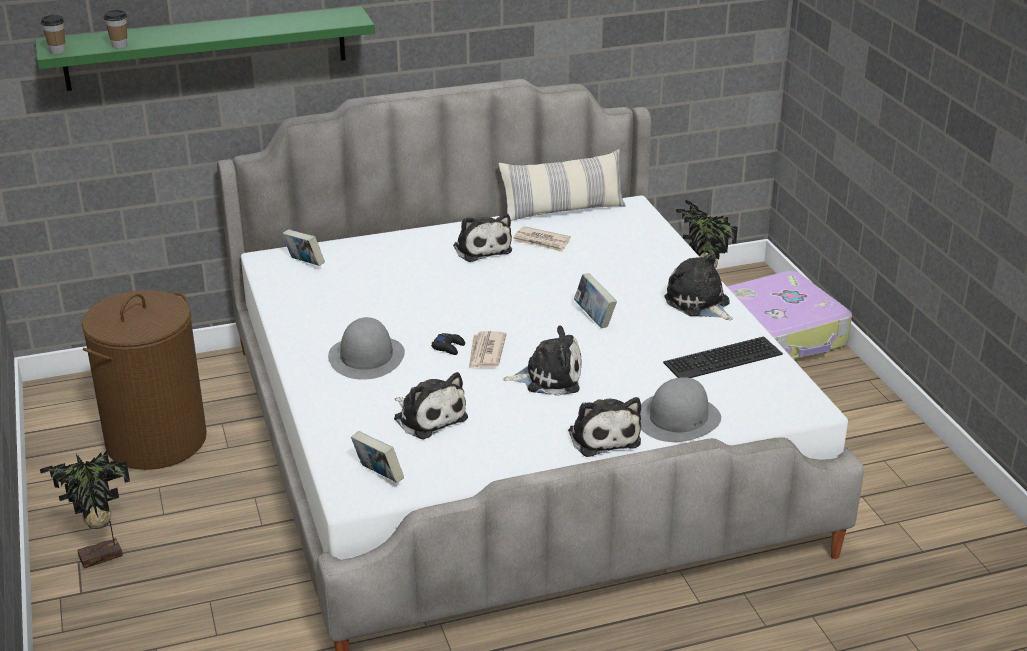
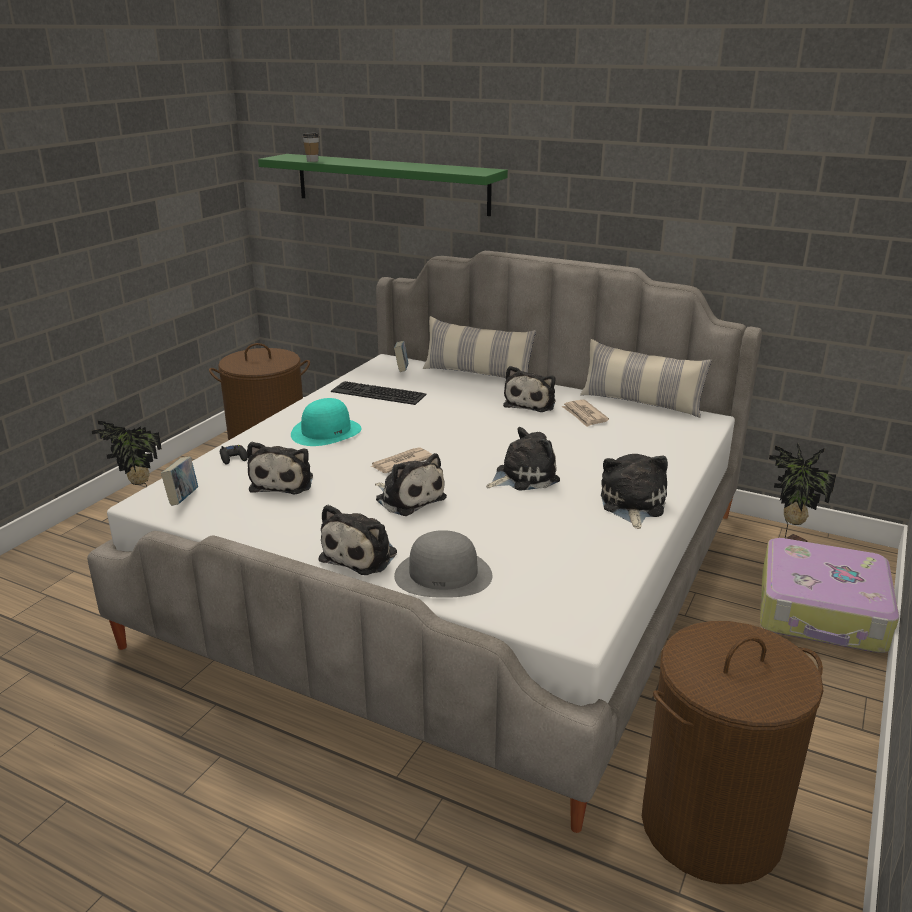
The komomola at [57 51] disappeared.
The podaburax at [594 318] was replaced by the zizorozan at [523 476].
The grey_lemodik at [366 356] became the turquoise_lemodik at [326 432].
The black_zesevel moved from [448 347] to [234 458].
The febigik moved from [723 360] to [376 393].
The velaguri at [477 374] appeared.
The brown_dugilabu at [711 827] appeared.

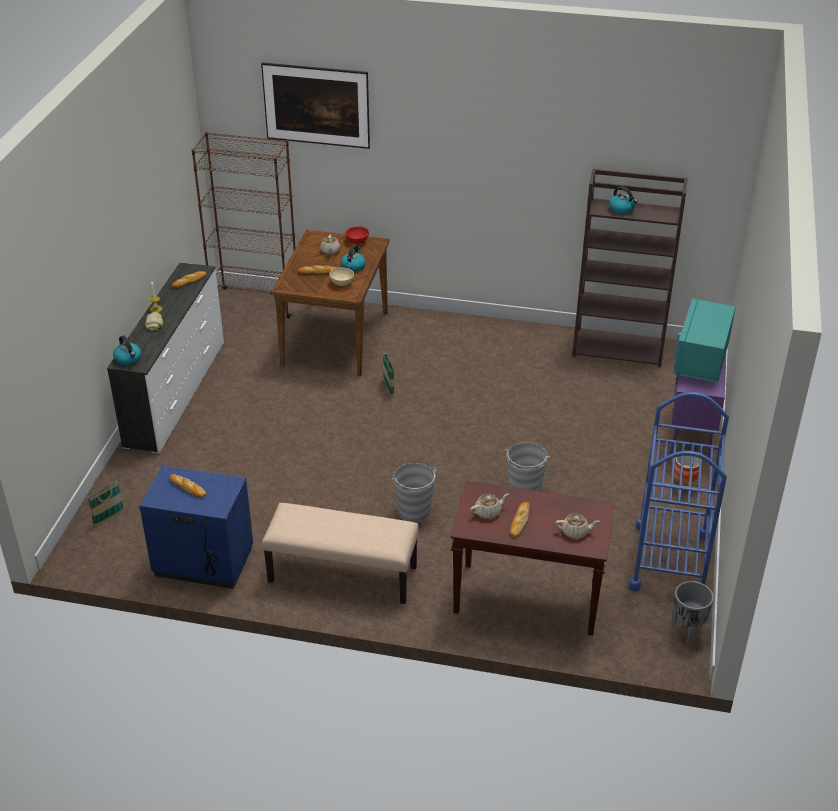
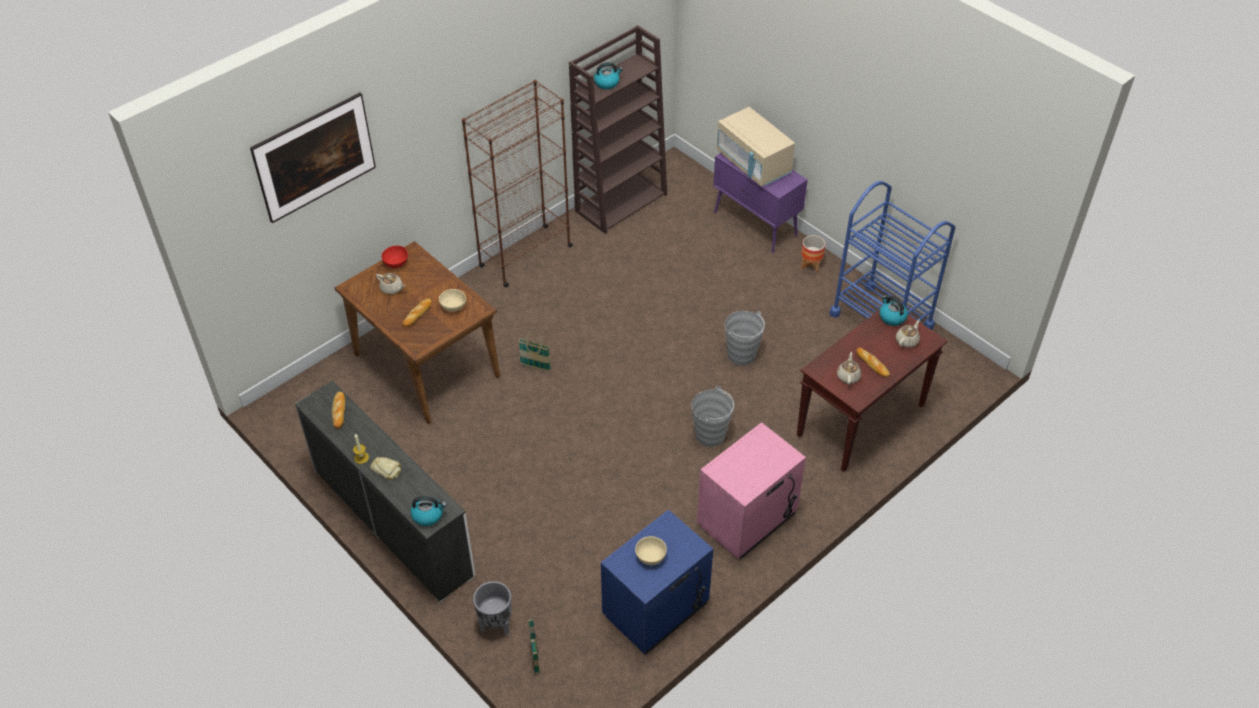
The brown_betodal moved from [255 302] to [525 256].
The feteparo moved from [353 266] to [892 317].
The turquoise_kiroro at [701 359] became the beige_kiroro at [753 164].
The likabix at [188 488] was replaced by the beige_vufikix at [649 557].
The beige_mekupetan at [342 575] was replaced by the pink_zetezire at [747 520].
The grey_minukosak moved from [687 631] to [495 624].

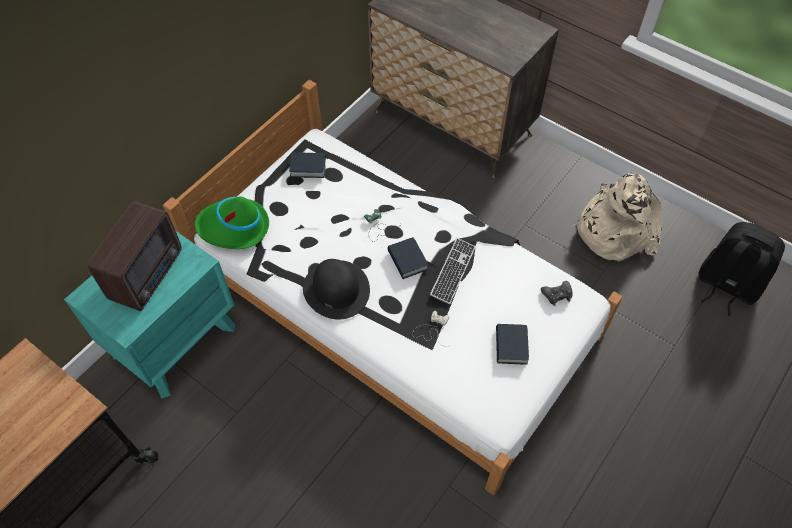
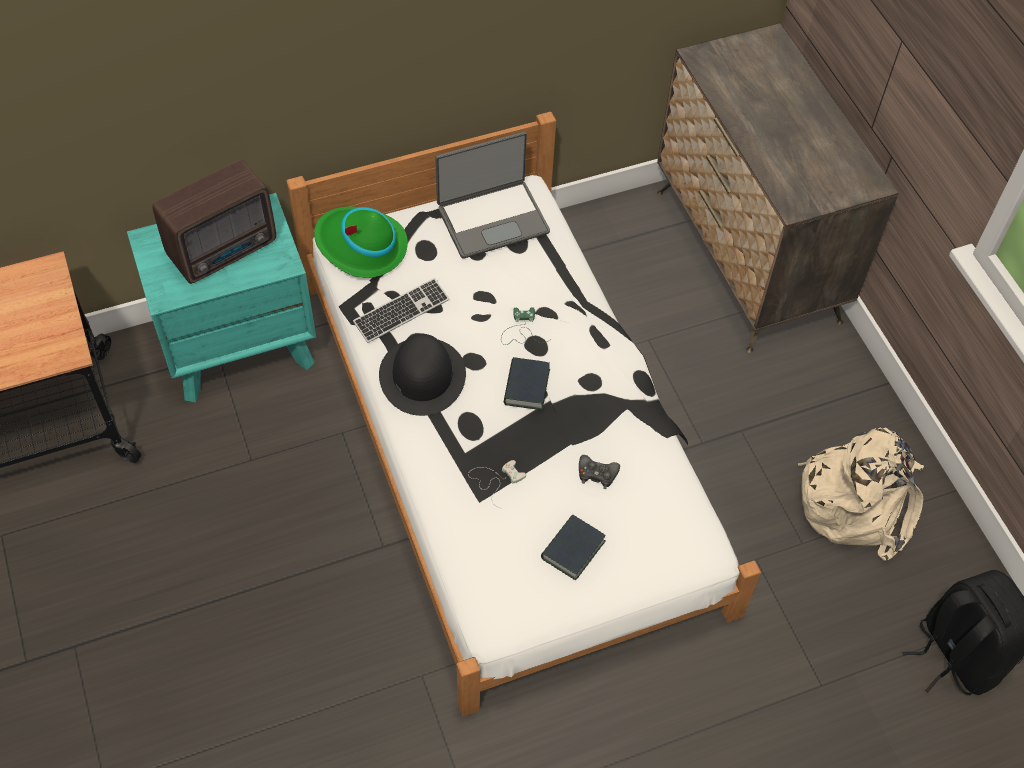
The podaburax at [308 167] was replaced by the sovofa at [492 219].
The febigik moved from [453 271] to [401 312].
The black_zesevel moved from [557 295] to [597 474].

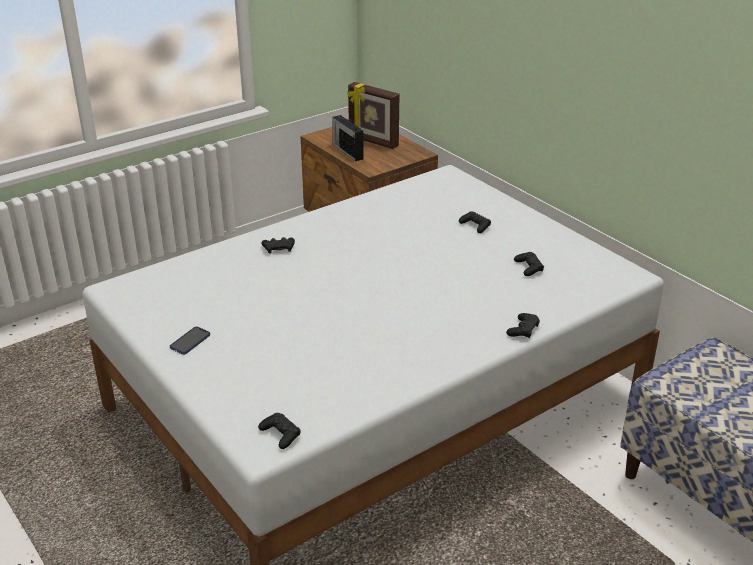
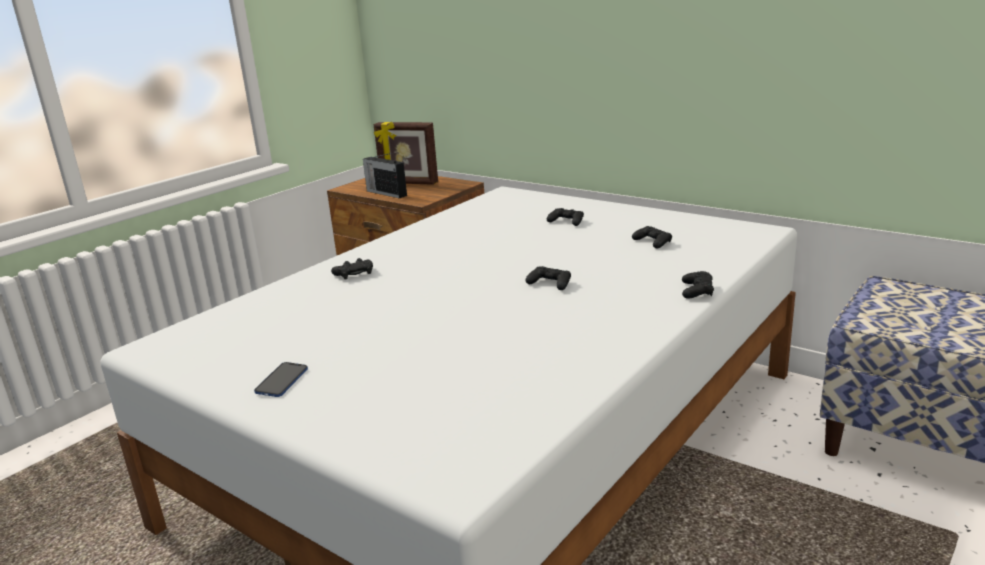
The black_zesevel moved from [280 434] to [550 283].

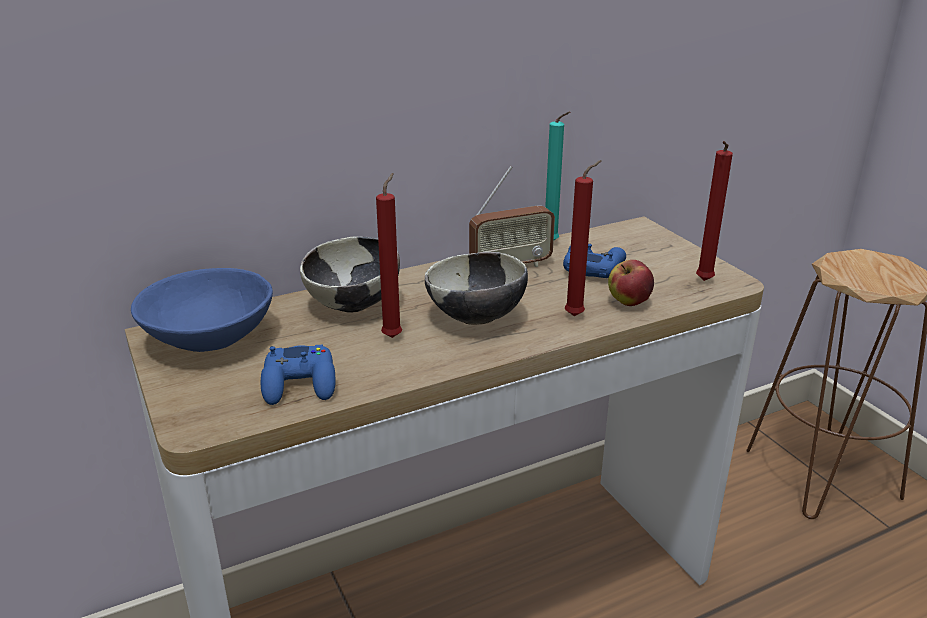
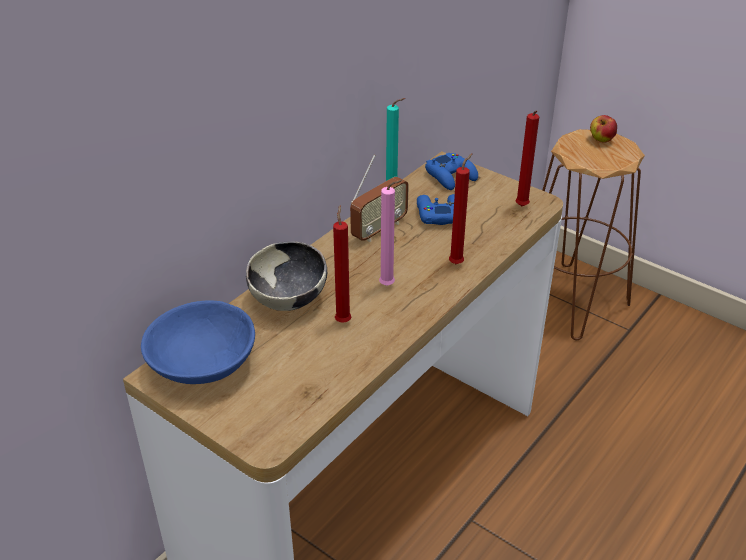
The vufikix at [476 318] was replaced by the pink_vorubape at [389 286].
The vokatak moved from [628 302] to [601 140].
The blue_zesevel moved from [300 383] to [451 176].

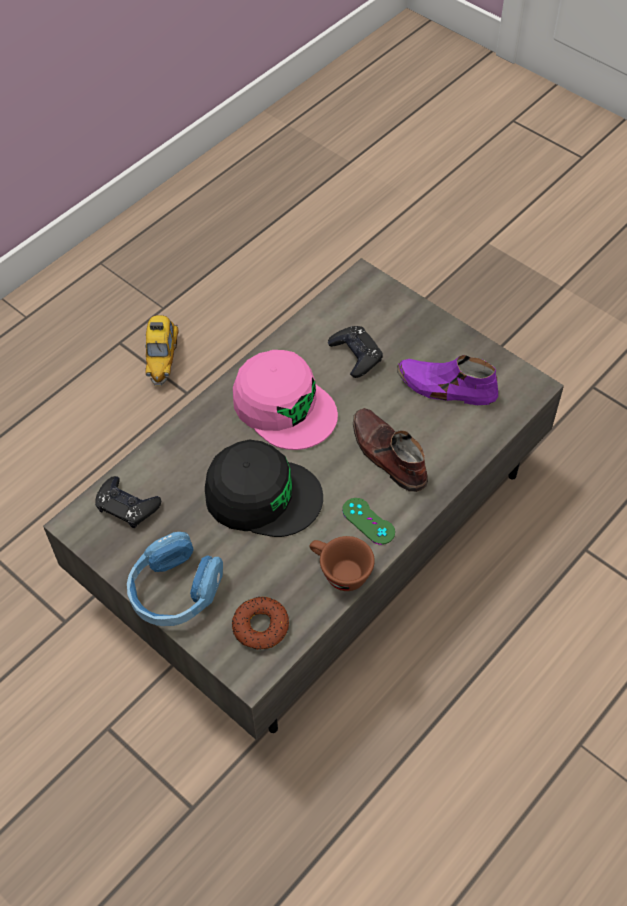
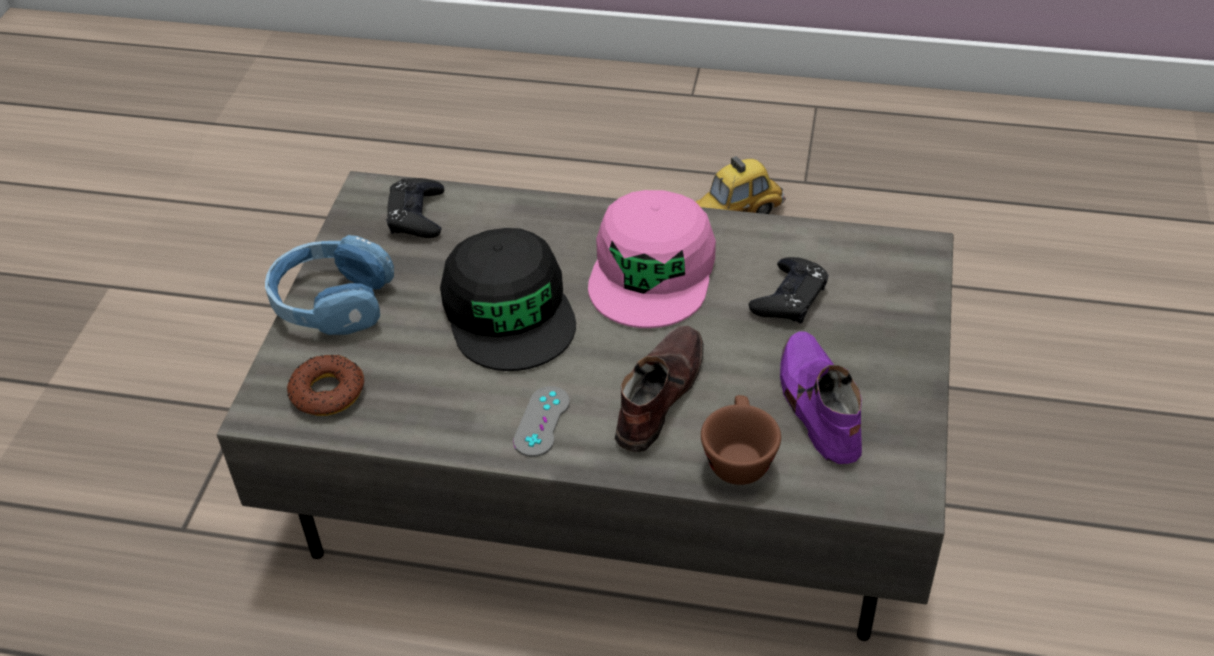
The green_zesevel at [368 521] became the grey_zesevel at [542 421].
The brown_komomola moved from [339 572] to [737 456].

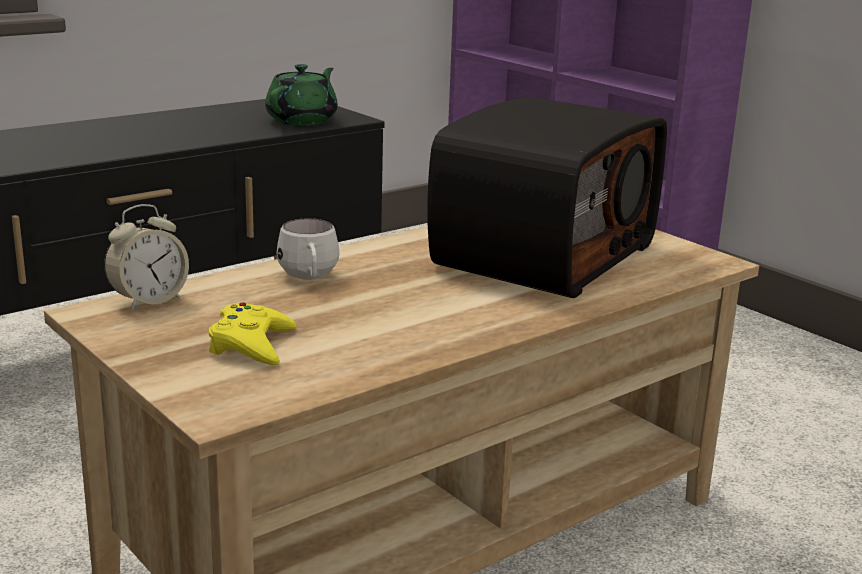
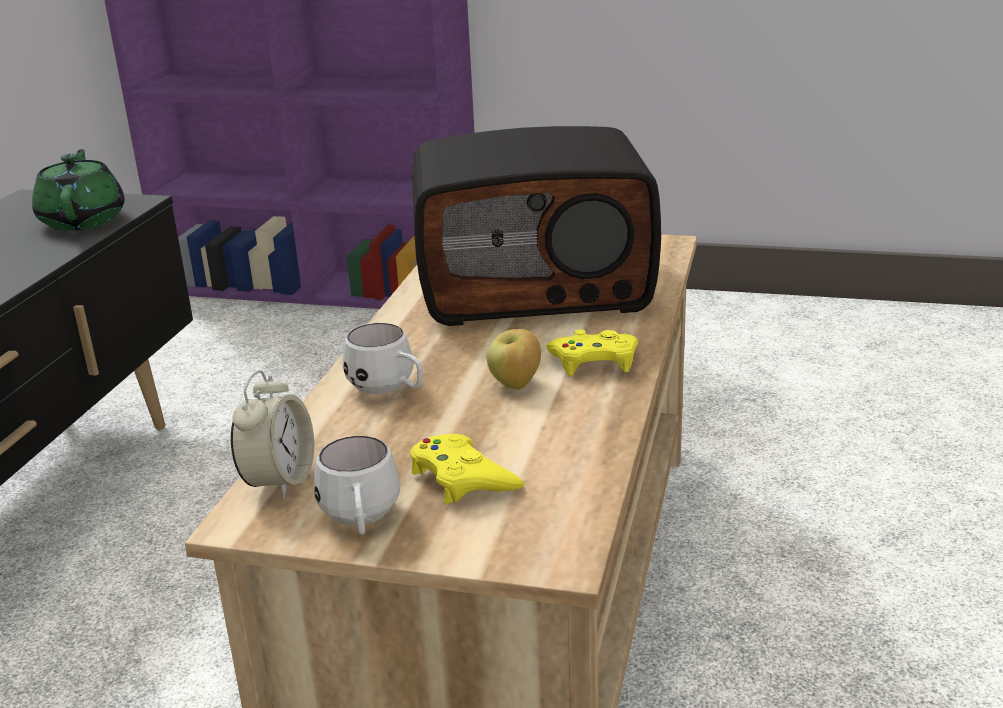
The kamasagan at [541 254] turned 90 degrees clockwise.
The vokatak at [516 384] appeared.
The yellow_zesevel at [594 361] appeared.
The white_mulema at [361 522] appeared.

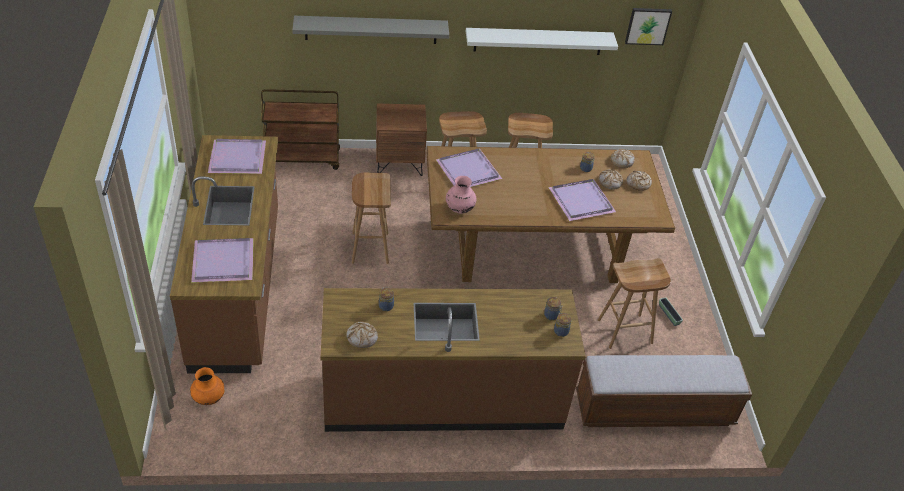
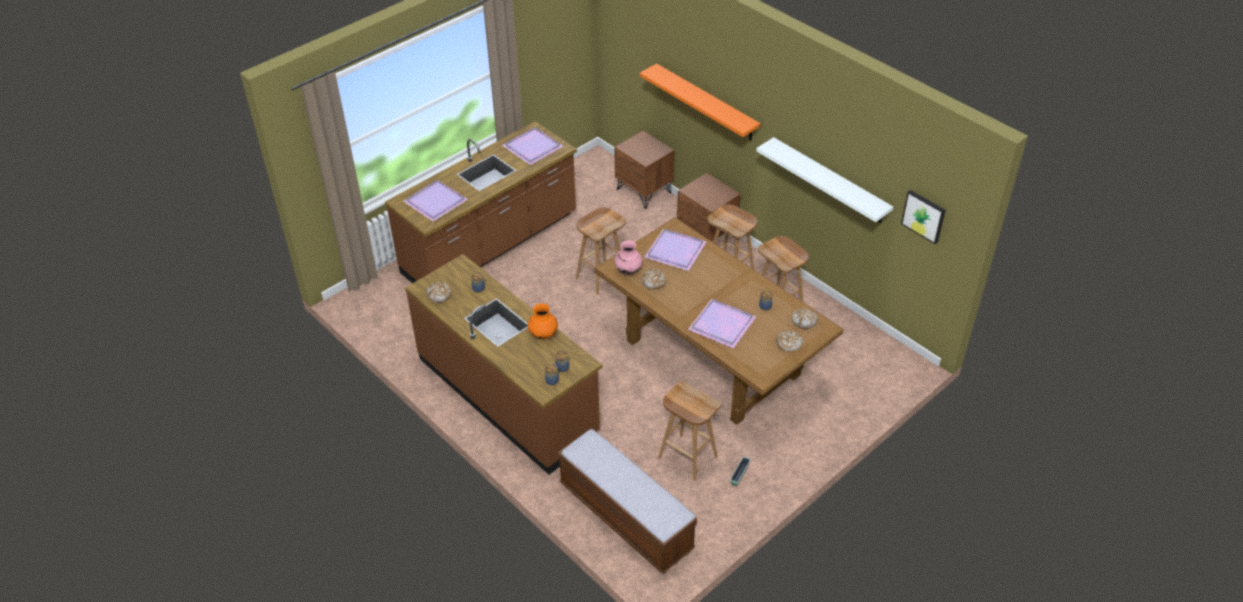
The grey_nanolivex at [371 29] became the orange_nanolivex at [706 102].
The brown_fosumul at [302 159] was replaced by the brown_zetezire at [644 191].
The likabix moved from [610 182] to [654 282].
The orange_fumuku moved from [209 398] to [543 335].

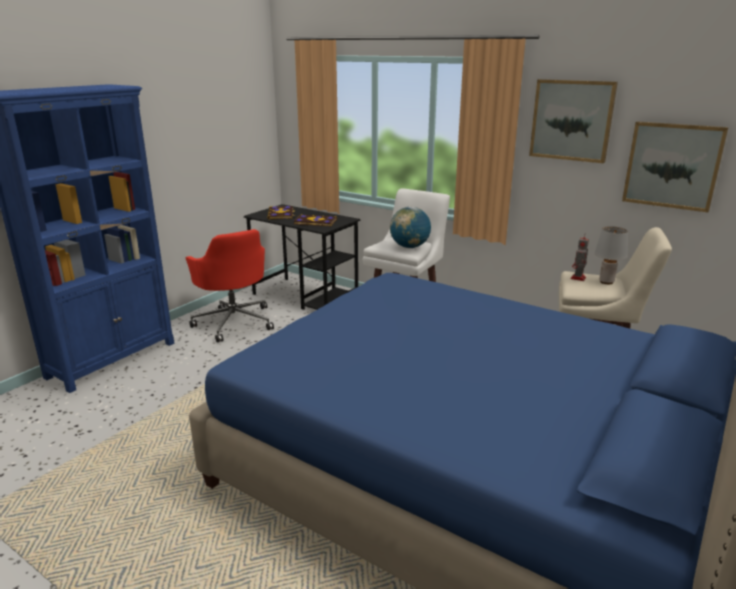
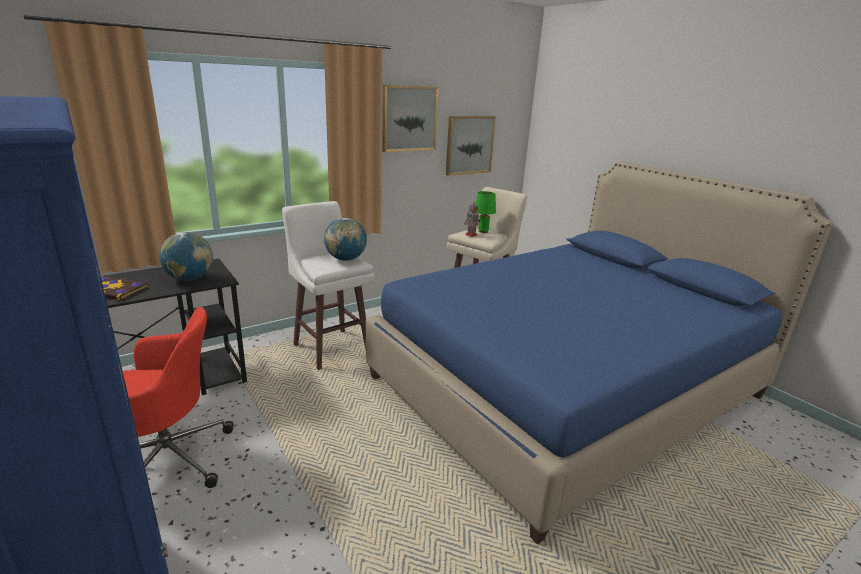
The podaburax at [315 222] was replaced by the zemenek at [190 279].
The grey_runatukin at [606 282] became the green_runatukin at [483 231].

